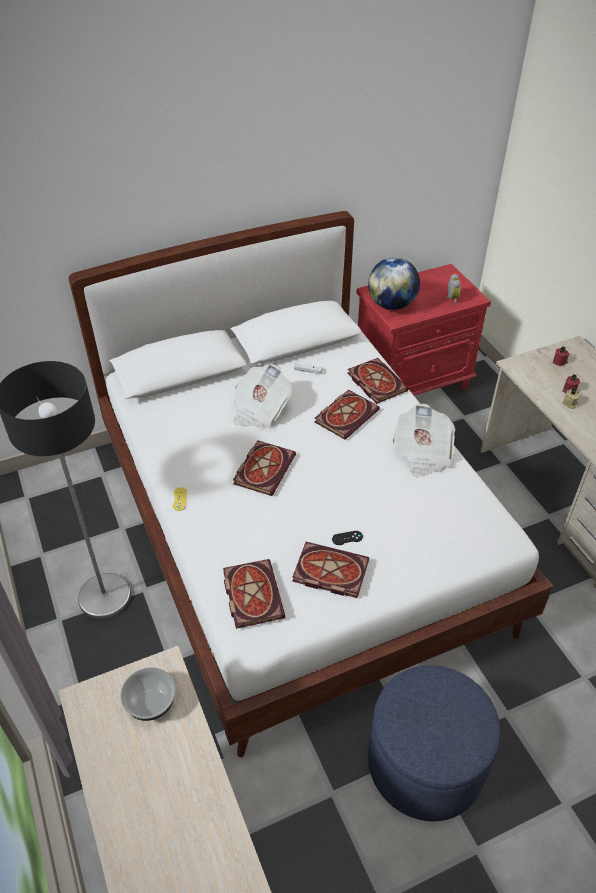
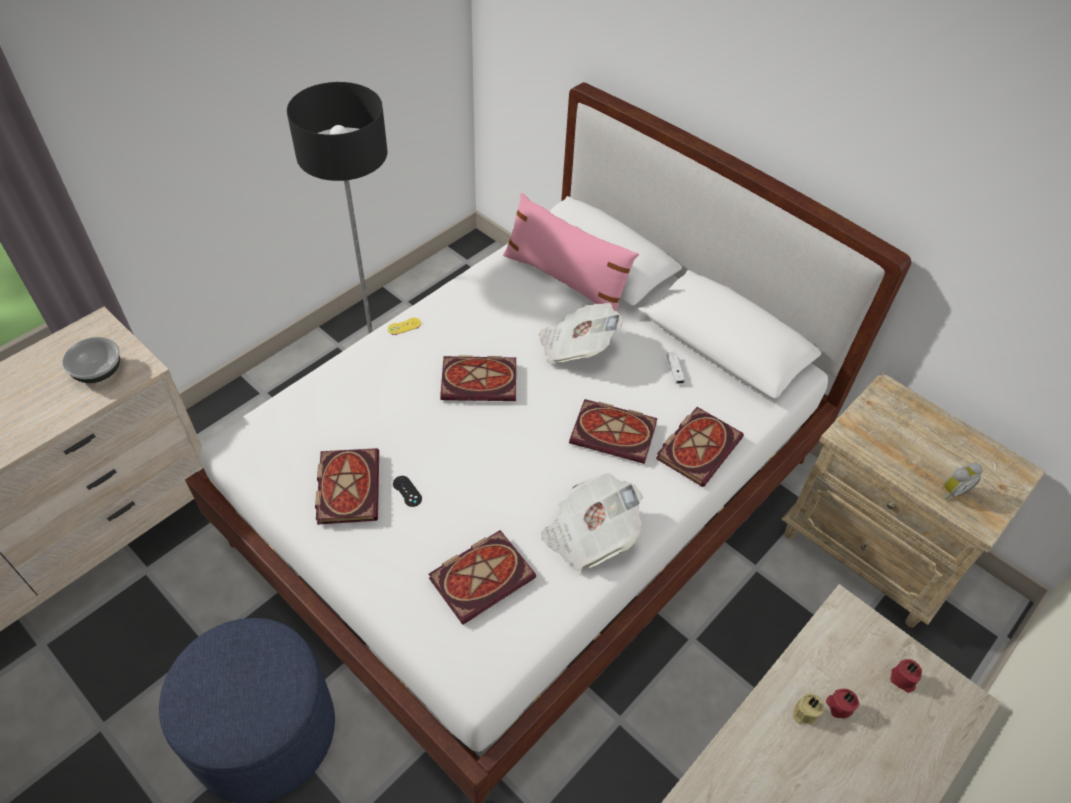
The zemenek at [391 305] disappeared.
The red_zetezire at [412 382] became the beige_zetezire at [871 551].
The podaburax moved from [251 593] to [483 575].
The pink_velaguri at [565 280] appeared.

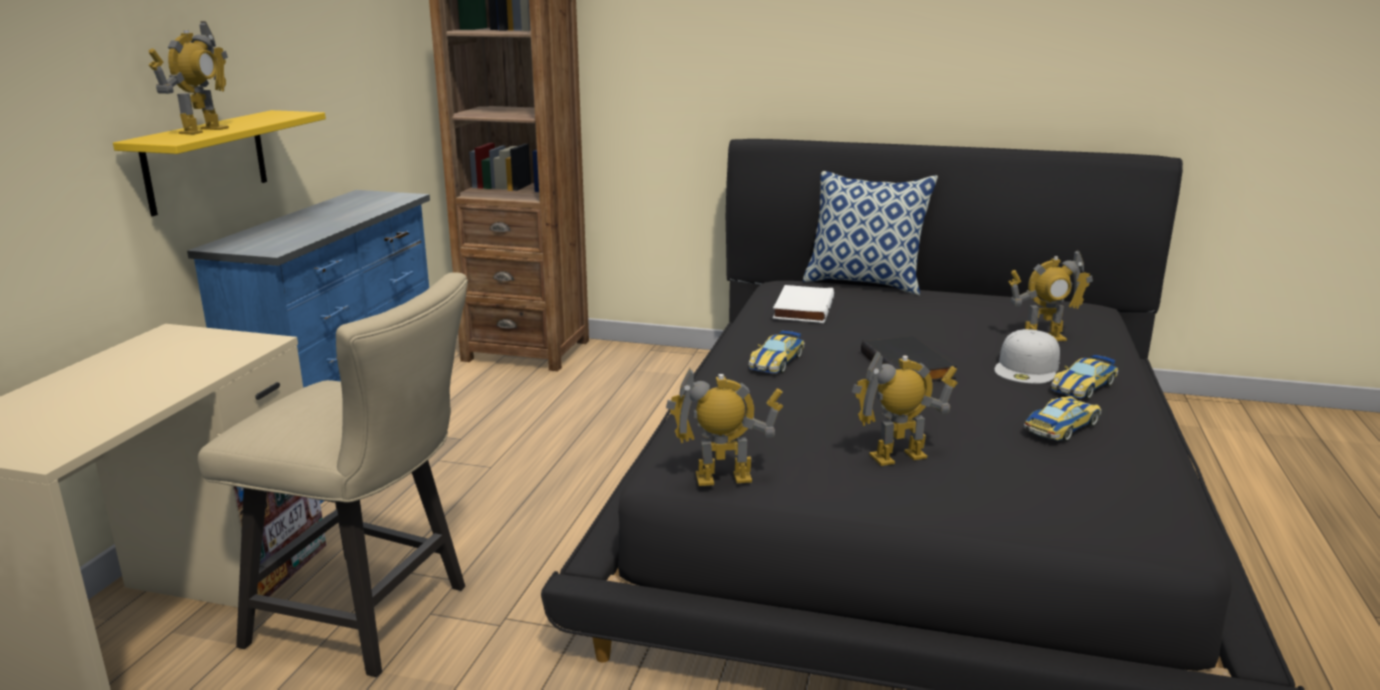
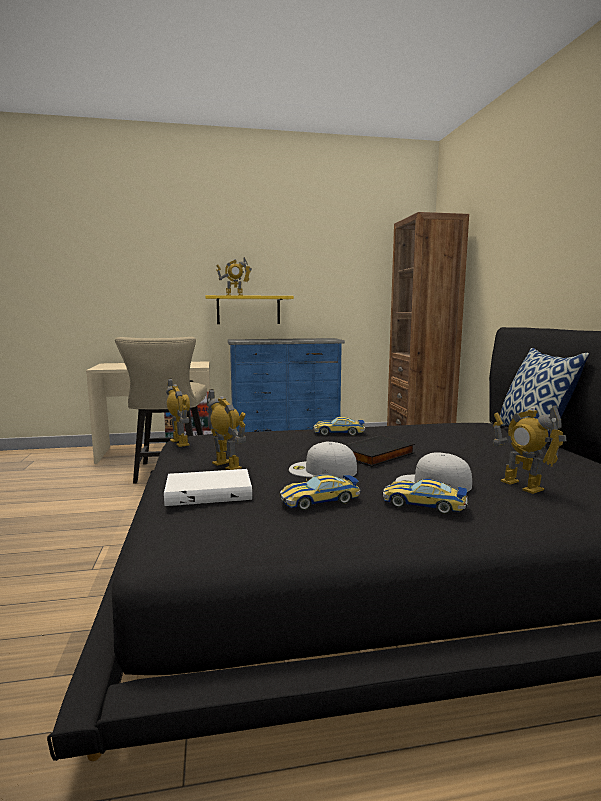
The white_podaburax moved from [801 308] to [209 491].
The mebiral at [1062 427] turned 135 degrees clockwise.
The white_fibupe at [321 470] appeared.

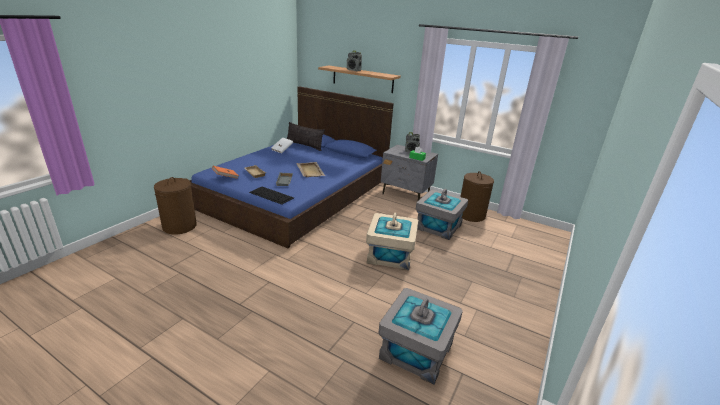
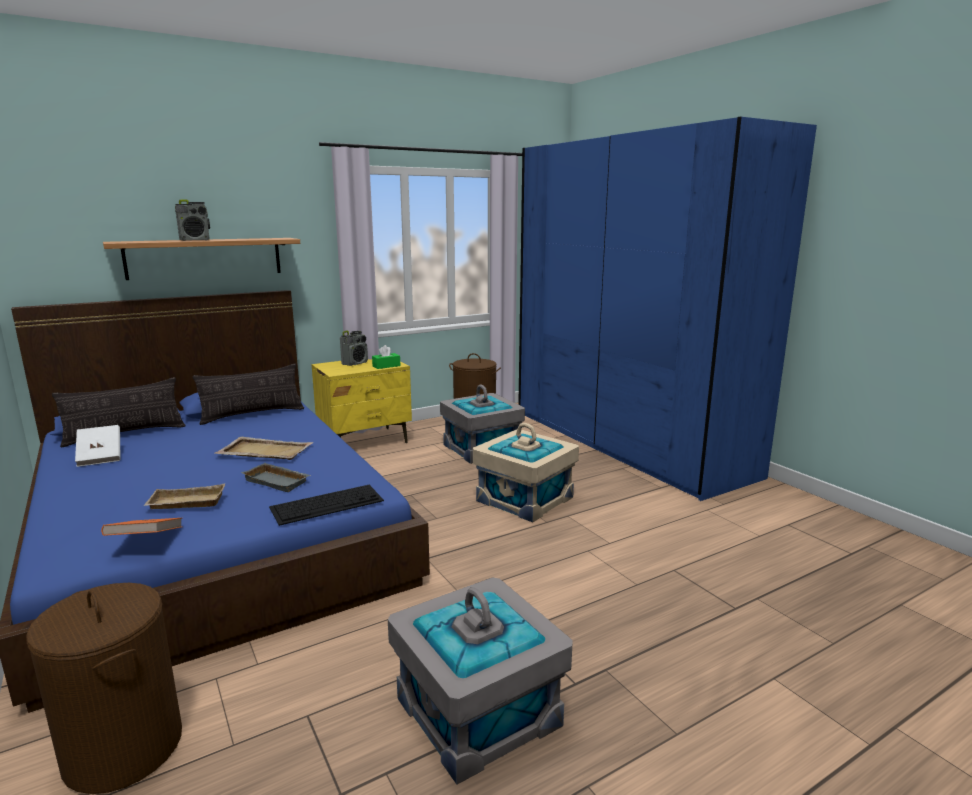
The grey_zetezire at [406 194] became the yellow_zetezire at [365 441].
The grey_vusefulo moved from [416 351] to [479 711].
The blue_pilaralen at [626 442] appeared.
The velaguri at [252 415] appeared.

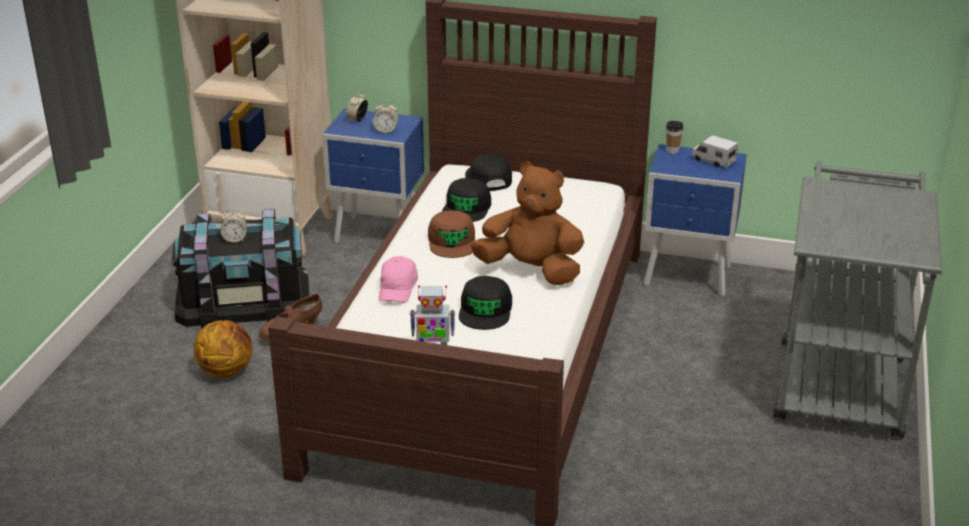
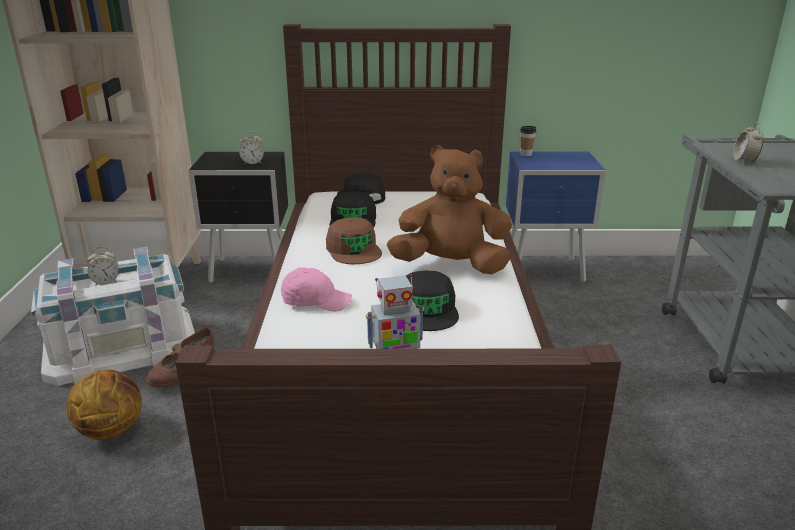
The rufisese moved from [357 120] to [744 161].
The blue_zetezire at [380 236] became the black_zetezire at [251 271].
The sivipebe at [713 160] disappeared.
The black_vusefulo at [243 298] became the white_vusefulo at [122 346].
The pink_fibupe at [398 289] turned 75 degrees counterclockwise.

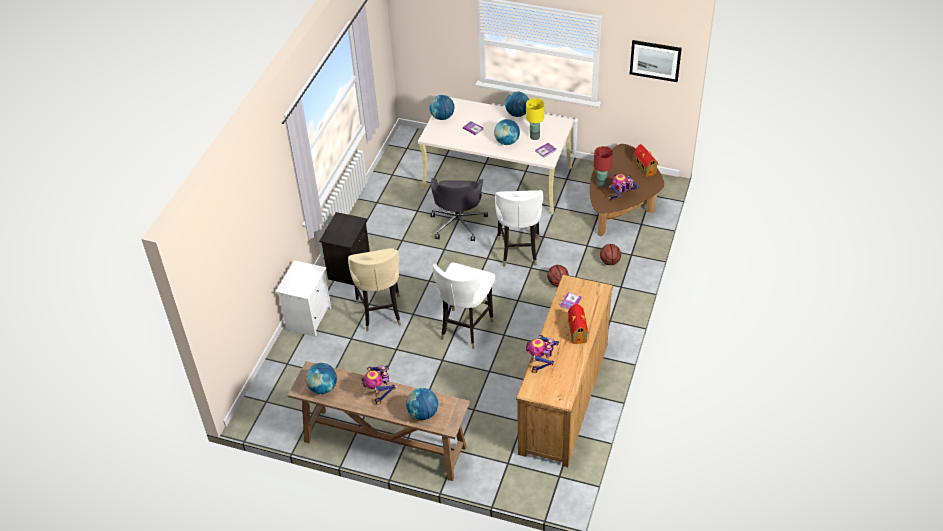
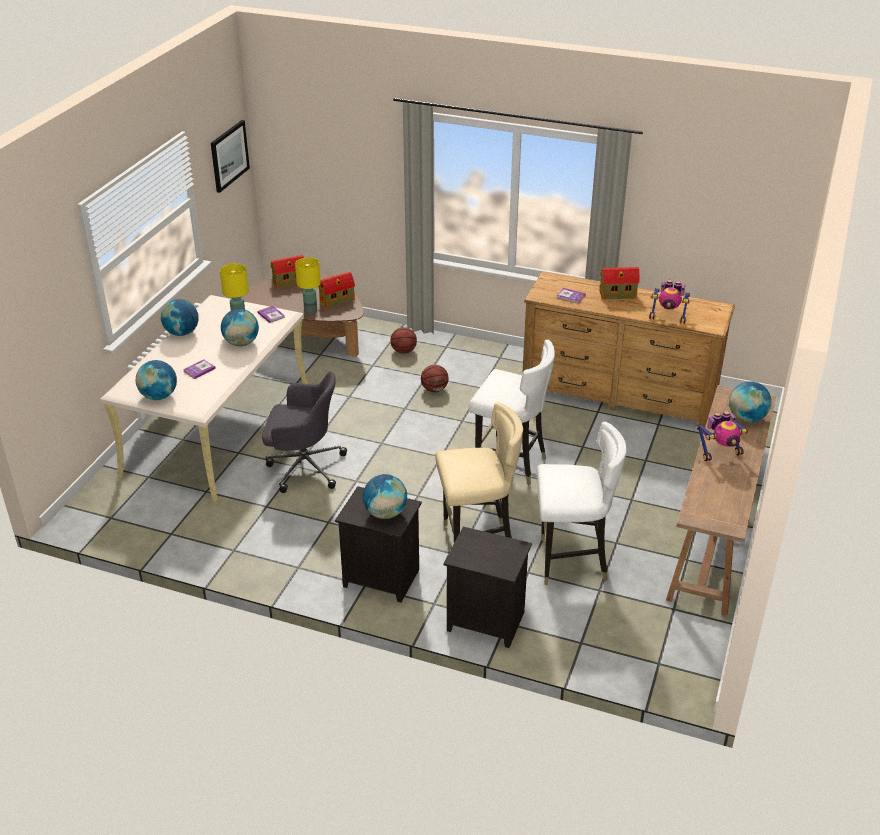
The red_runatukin at [601 184] became the yellow_runatukin at [310 311].
The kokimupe at [621 197] was replaced by the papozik at [338 300].
The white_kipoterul moved from [518 251] to [571 562].
The white_zetezire at [308 317] became the black_zetezire at [484 622].
The zemenek moved from [323 388] to [385 513].

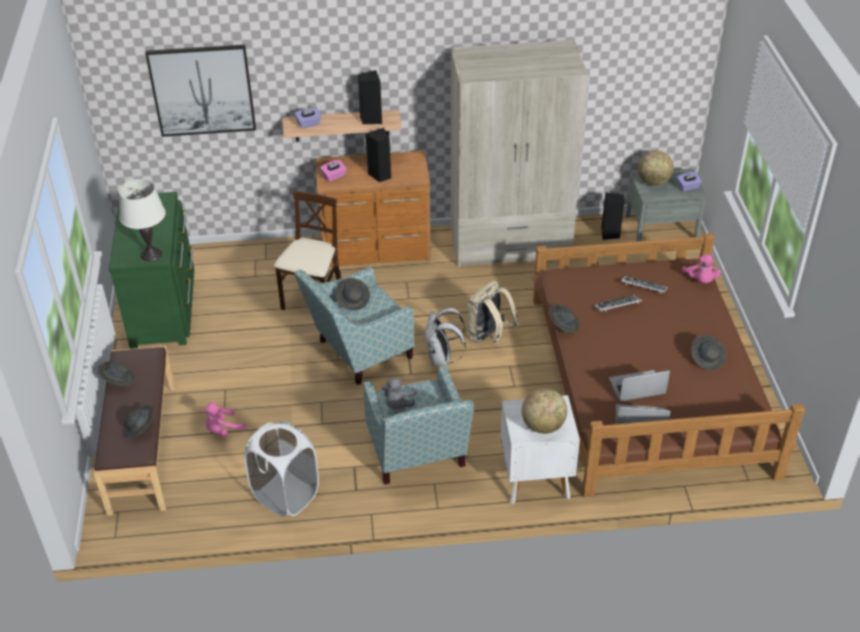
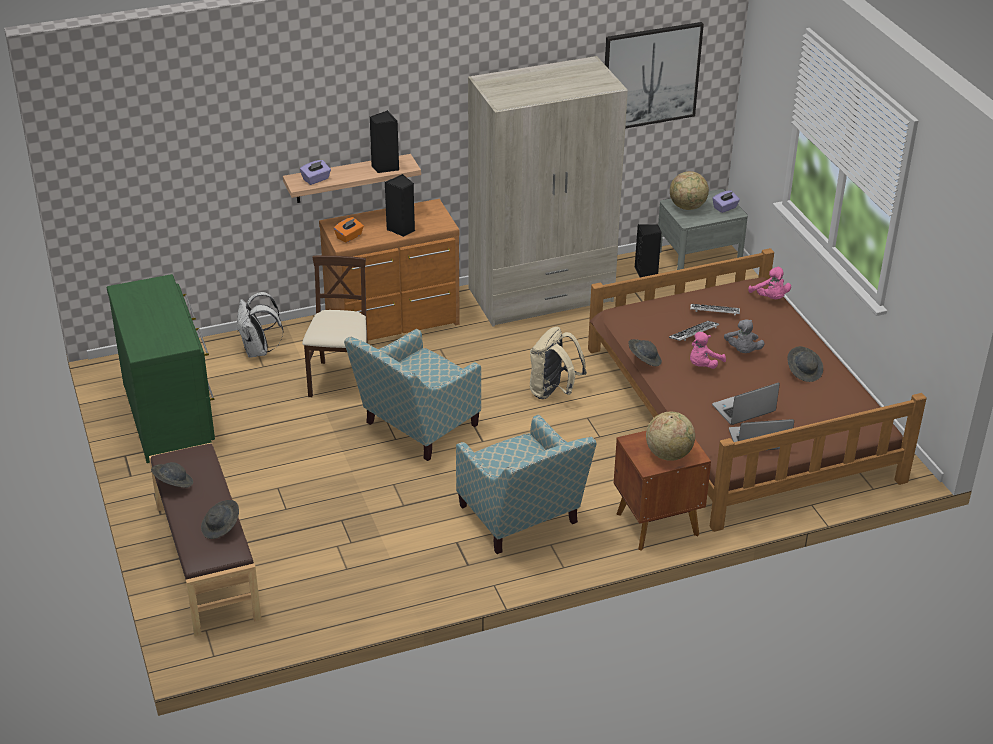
The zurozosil moved from [202 90] to [650 76].
The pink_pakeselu at [334 176] became the orange_pakeselu at [349 237].
The white_runatukin at [151 254] disappeared.
The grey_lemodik at [353 300] disappeared.
The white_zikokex moved from [441 359] to [258 351].
The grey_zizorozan moved from [398 404] to [742 351].
The white_zetezire at [534 479] became the brown_zetezire at [655 523].
The pink_zizorozan moved from [223 430] to [703 365].
The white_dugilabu at [285 495] disappeared.

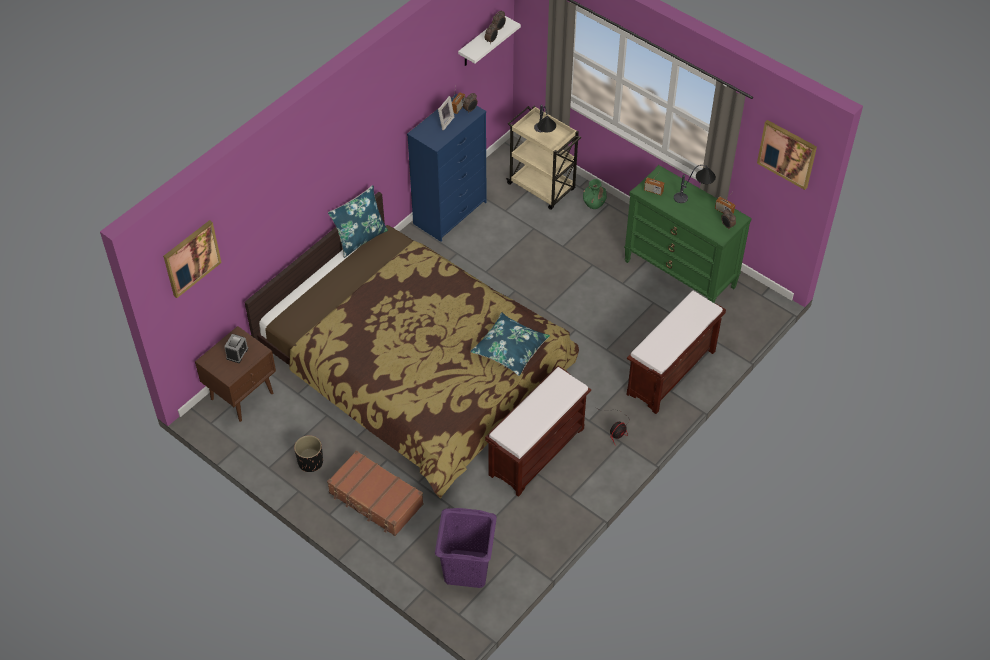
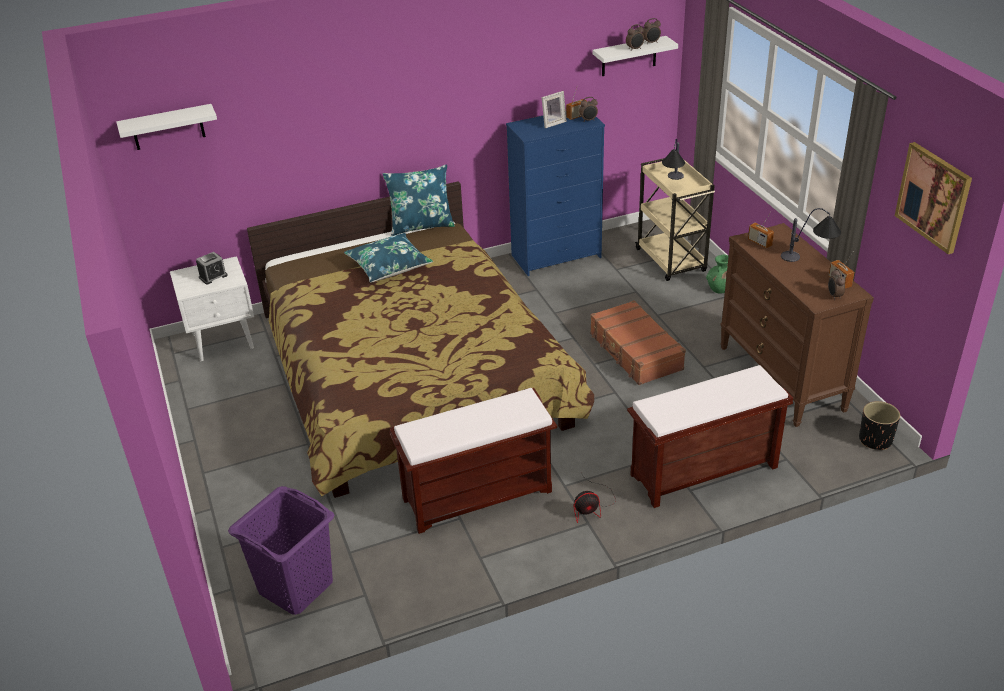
The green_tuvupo at [680 274] became the brown_tuvupo at [782 378].
The zurozosil at [191 258] was replaced by the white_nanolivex at [168 127].
The blue_velaguri moved from [510 349] to [389 266].
The brown_zetezire at [243 395] became the white_zetezire at [224 341].
The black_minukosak moved from [310 462] to [875 440].
The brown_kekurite moved from [375 499] to [635 352].

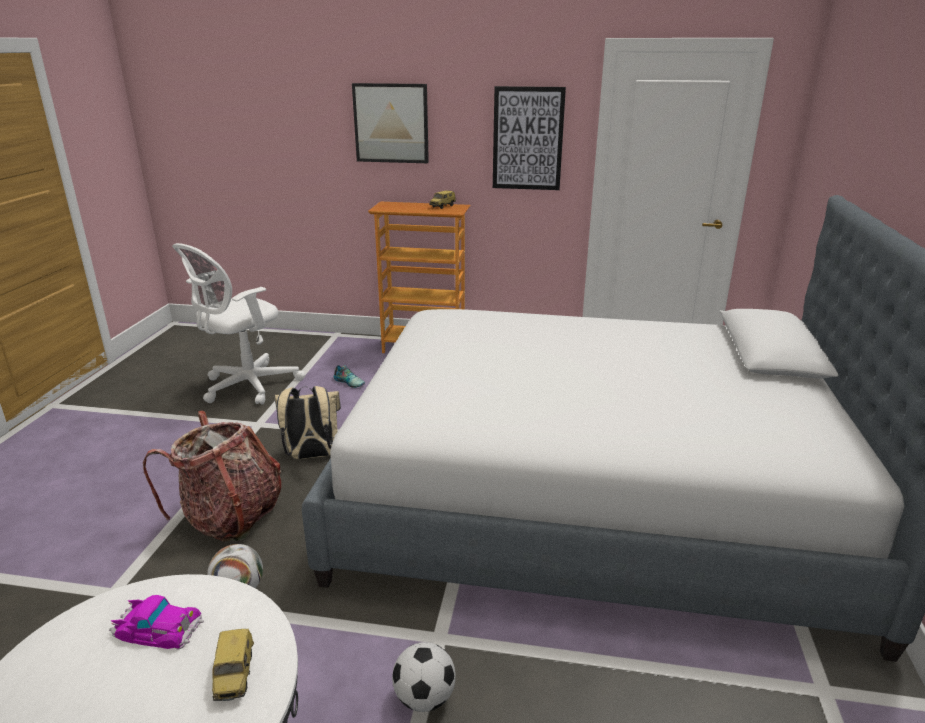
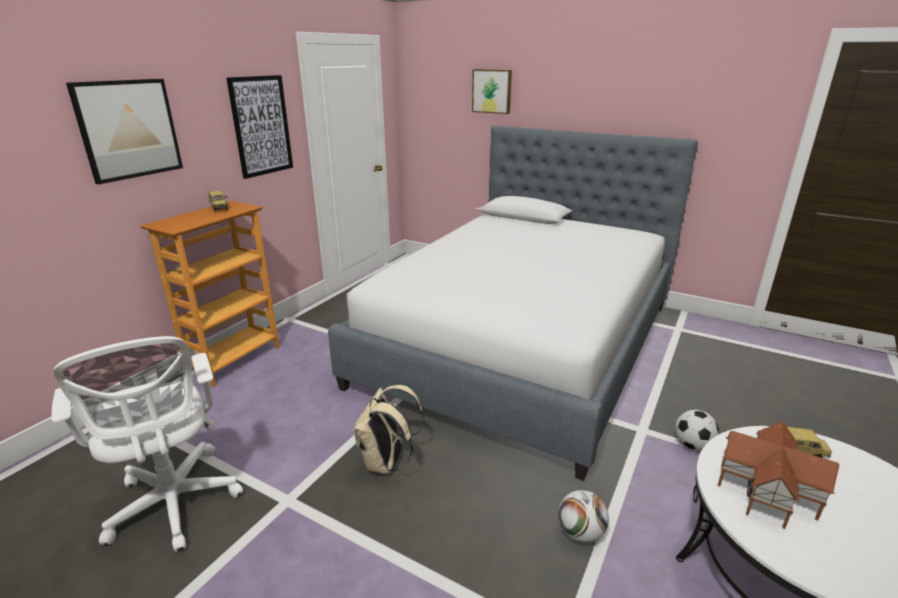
The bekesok at [349 382] disappeared.
The zikokex at [230 517] disappeared.
The mebiral at [157 628] was replaced by the papozik at [764 492].
The zurozosil at [492 91] appeared.

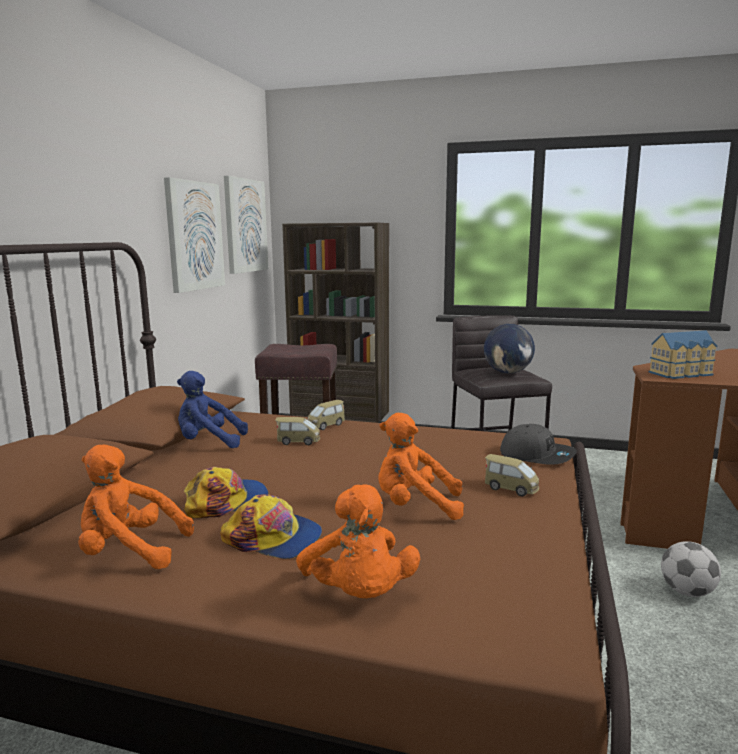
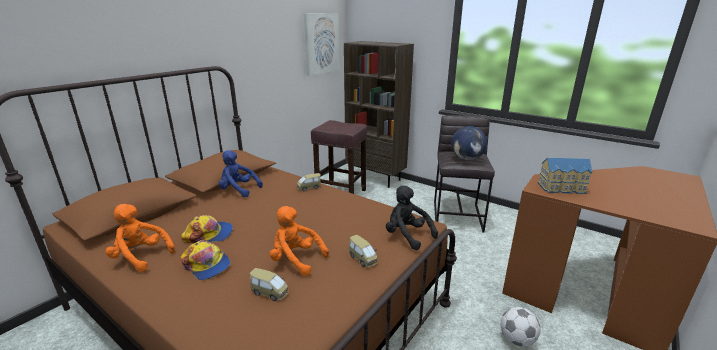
The zurozosil at [194 236] disappeared.
The mebiral moved from [298 441] to [270 292].
The grey_fibupe at [537 455] was replaced by the black_zizorozan at [407 236].
The orange_zizorozan at [359 595] disappeared.

